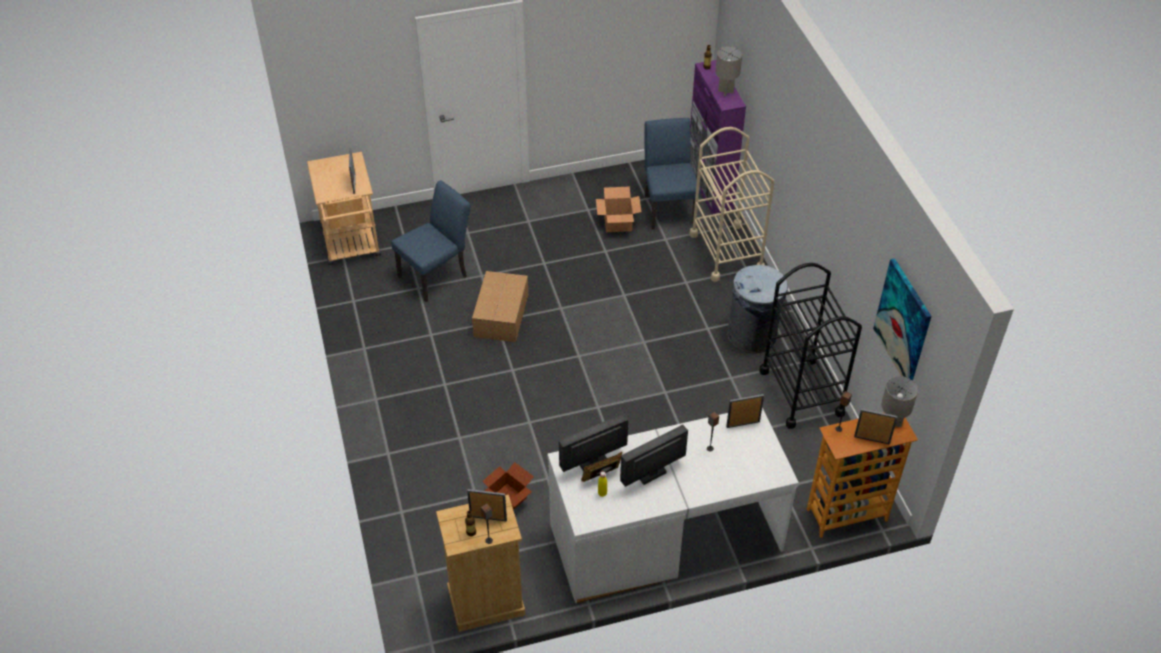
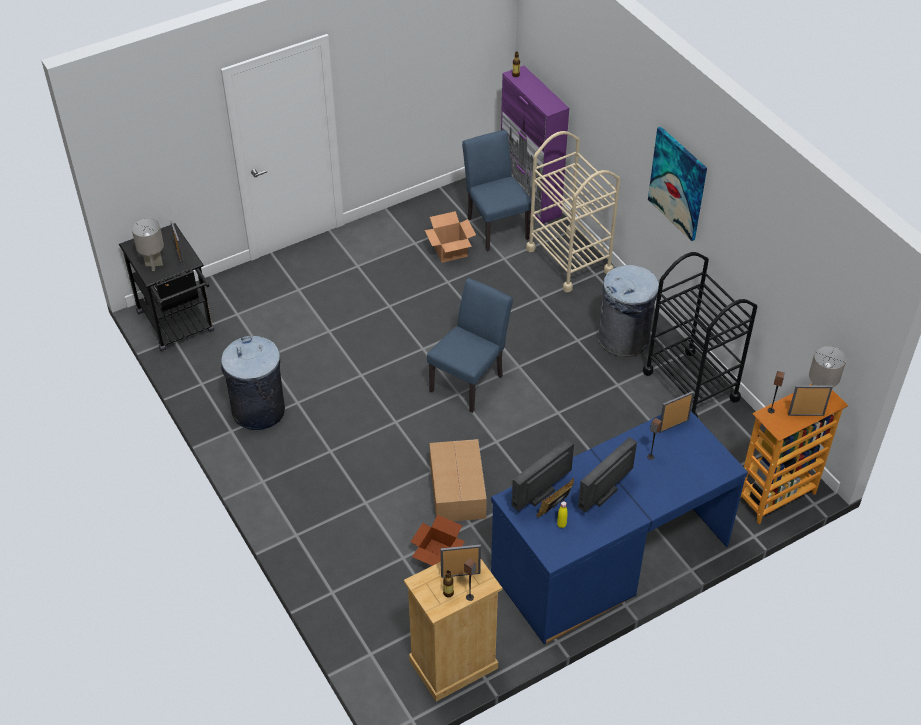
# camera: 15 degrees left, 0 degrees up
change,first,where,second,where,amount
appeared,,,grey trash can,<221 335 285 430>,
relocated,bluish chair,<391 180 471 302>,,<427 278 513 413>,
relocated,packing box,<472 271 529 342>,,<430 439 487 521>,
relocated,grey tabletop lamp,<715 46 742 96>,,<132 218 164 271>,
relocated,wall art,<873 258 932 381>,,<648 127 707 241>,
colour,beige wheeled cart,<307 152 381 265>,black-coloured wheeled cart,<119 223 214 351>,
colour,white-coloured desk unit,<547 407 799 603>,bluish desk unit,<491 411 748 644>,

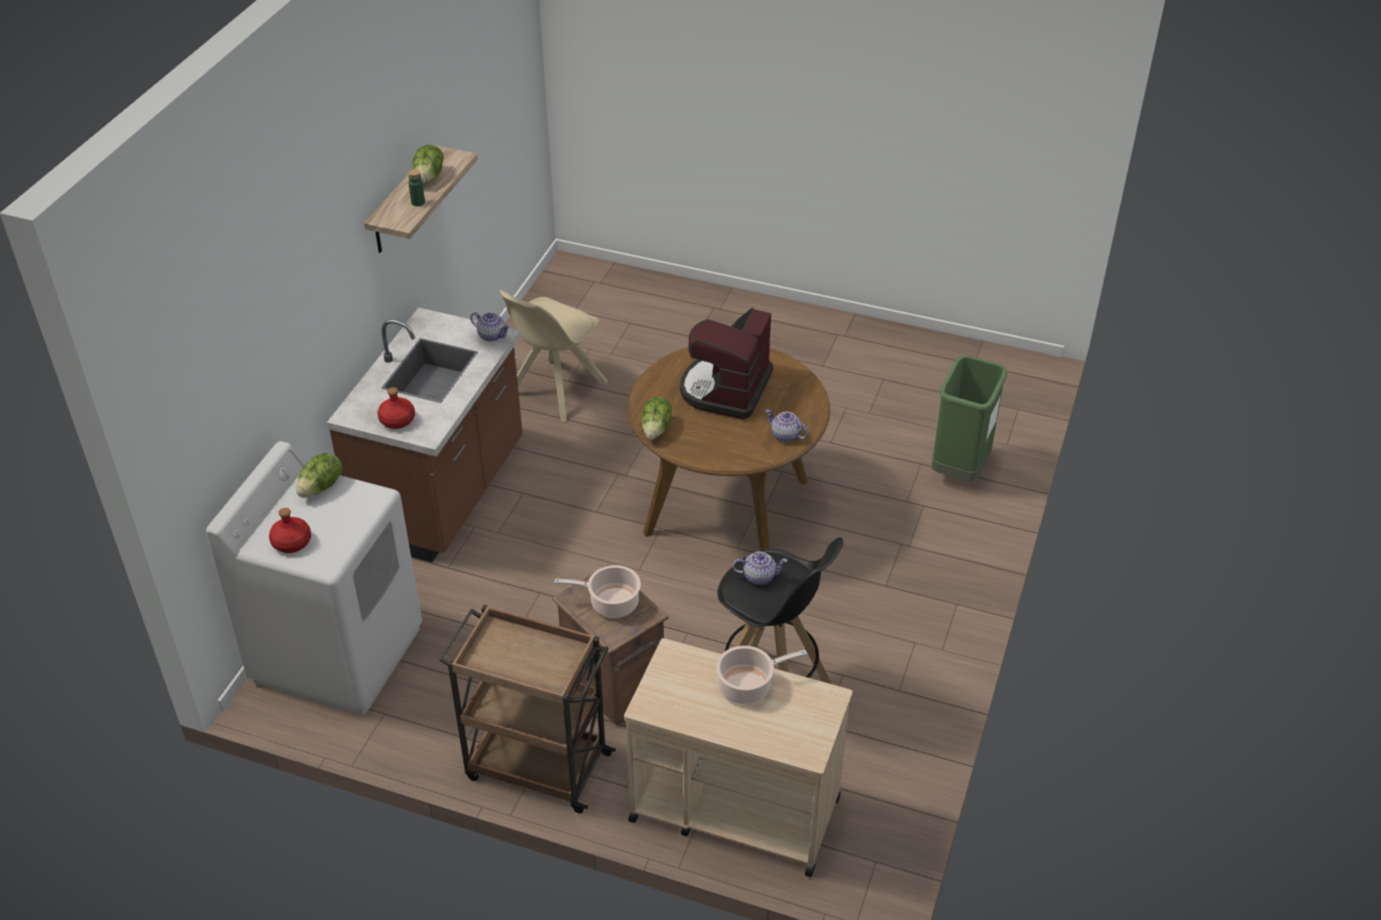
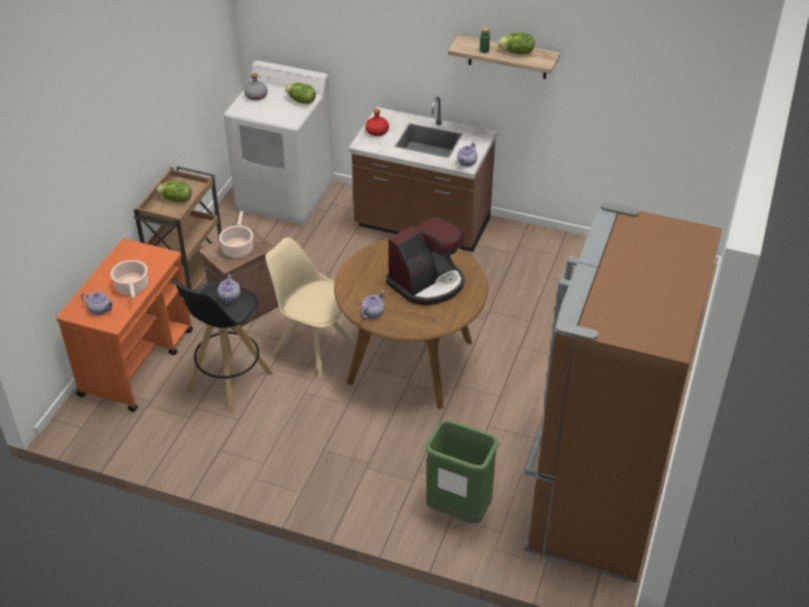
# camera: 90 degrees right, 0 degrees up
change,first,where,second,where,amount
appeared,,,pot for tea,<81 292 114 315>,
appeared,,,brown-coloured refrigerator,<523 202 722 583>,
relocated,beige chair,<500 290 607 422>,,<265 238 356 378>,
relocated,lettuce,<641 397 672 440>,,<156 181 192 202>,
colour,red-coloured beverage bottle,<269 508 311 553>,grey beverage bottle,<244 73 268 100>,
colour,beige wheeled cart,<624 638 853 877>,orange-coloured wheeled cart,<56 238 193 412>,
spun,coffee machine,<680 308 773 419>,,<386 217 465 305>,120 degrees clockwise

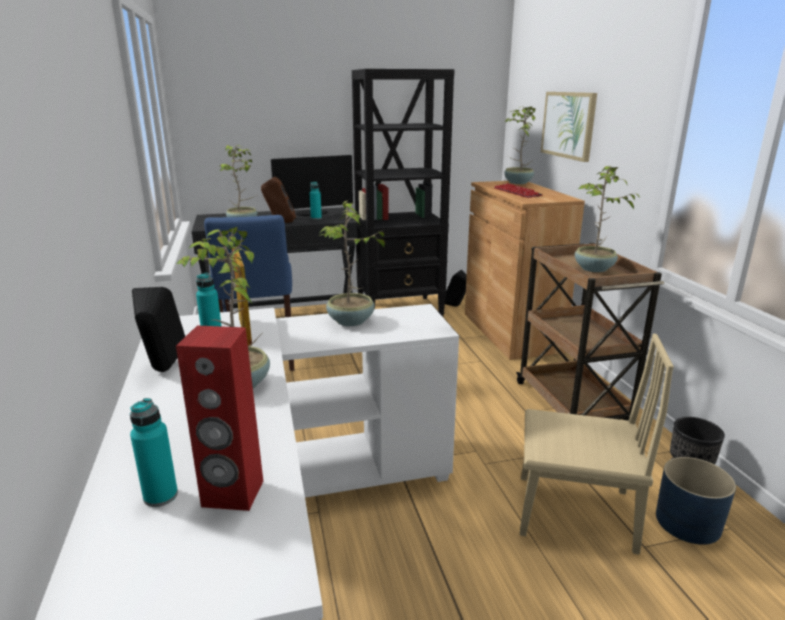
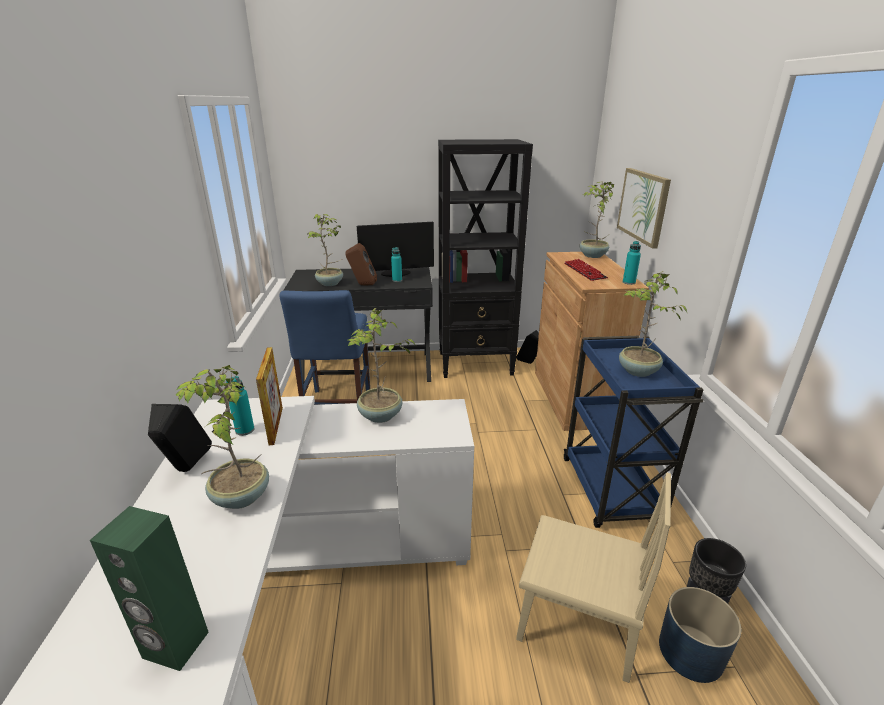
# camera: 10 degrees right, 5 degrees up
change,first,where,second,where,amount
relocated,turquoise-coloured beverage bottle,<130 398 178 507>,,<623 241 641 285>,
colour,red-coloured speaker,<176 325 263 511>,green-coloured speaker,<90 506 209 671>,
colour,brown-coloured wheeled cart,<516 243 664 420>,bluish wheeled cart,<564 336 704 528>,

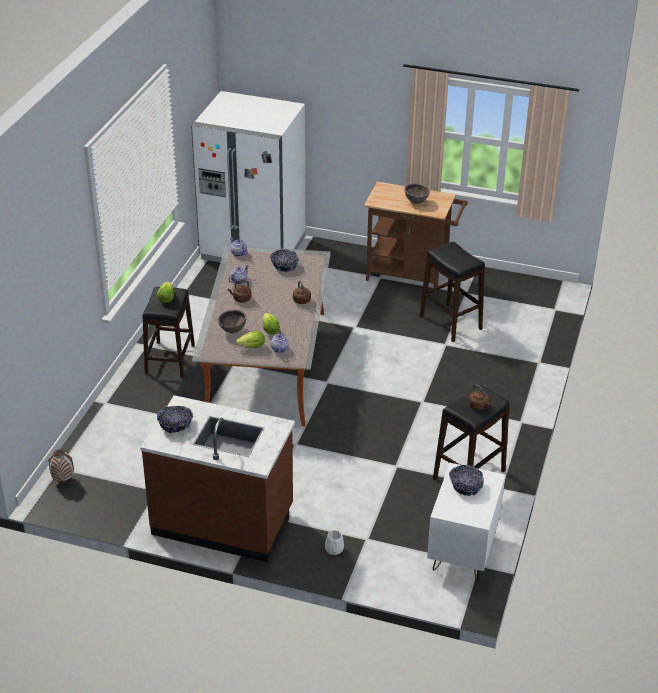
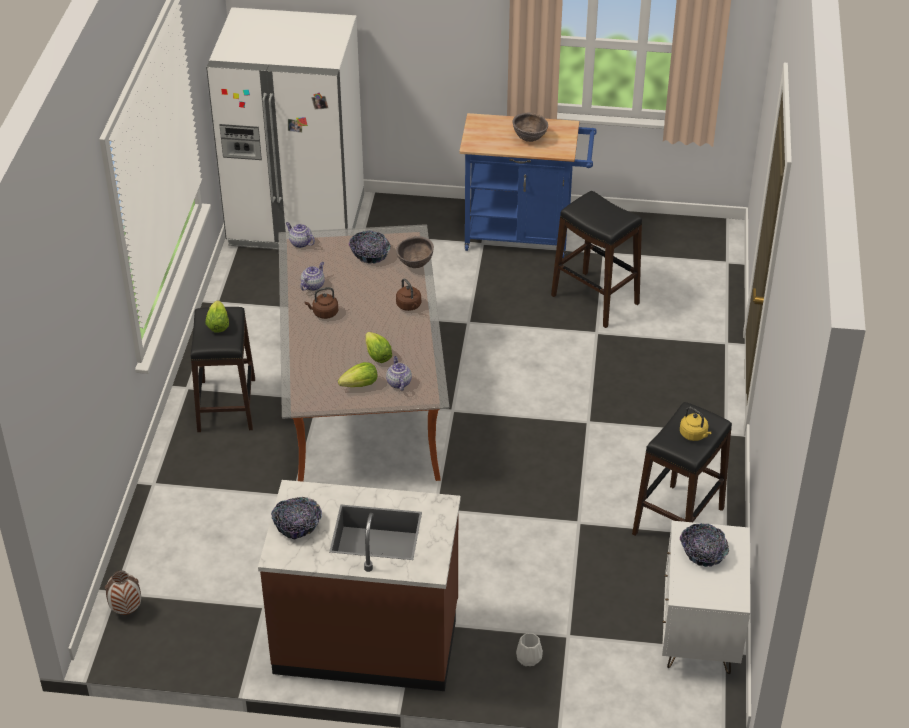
# camera: 10 degrees left, 5 degrees up
change,first,where,second,where,amount
relocated,brown-coloured bowl,<218 309 246 333>,,<396 236 434 268>,
colour,brown-coloured wheeled cart,<364 182 468 293>,bluish wheeled cart,<459 113 597 258>,
colour,brown-coloured water kettle,<468 384 490 410>,yellow water kettle,<680 407 712 441>,

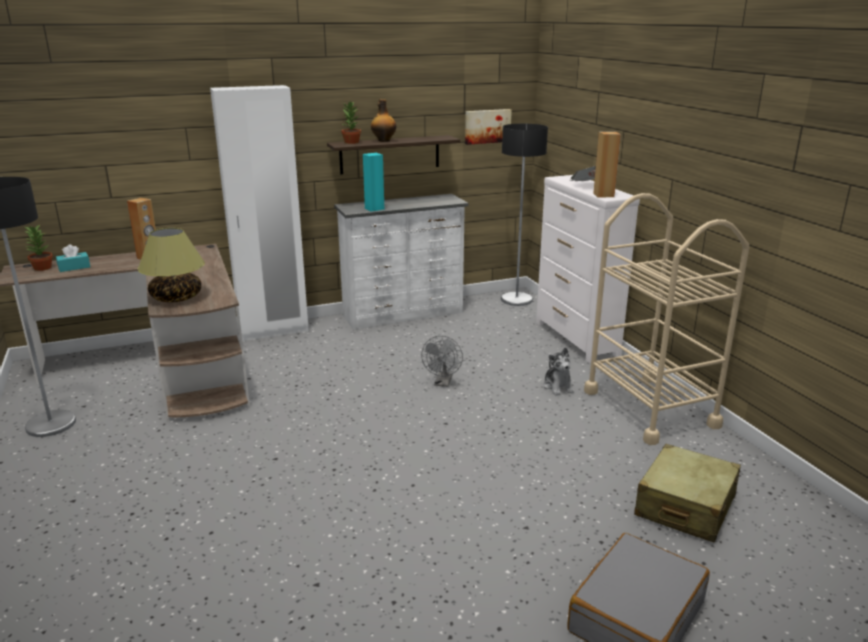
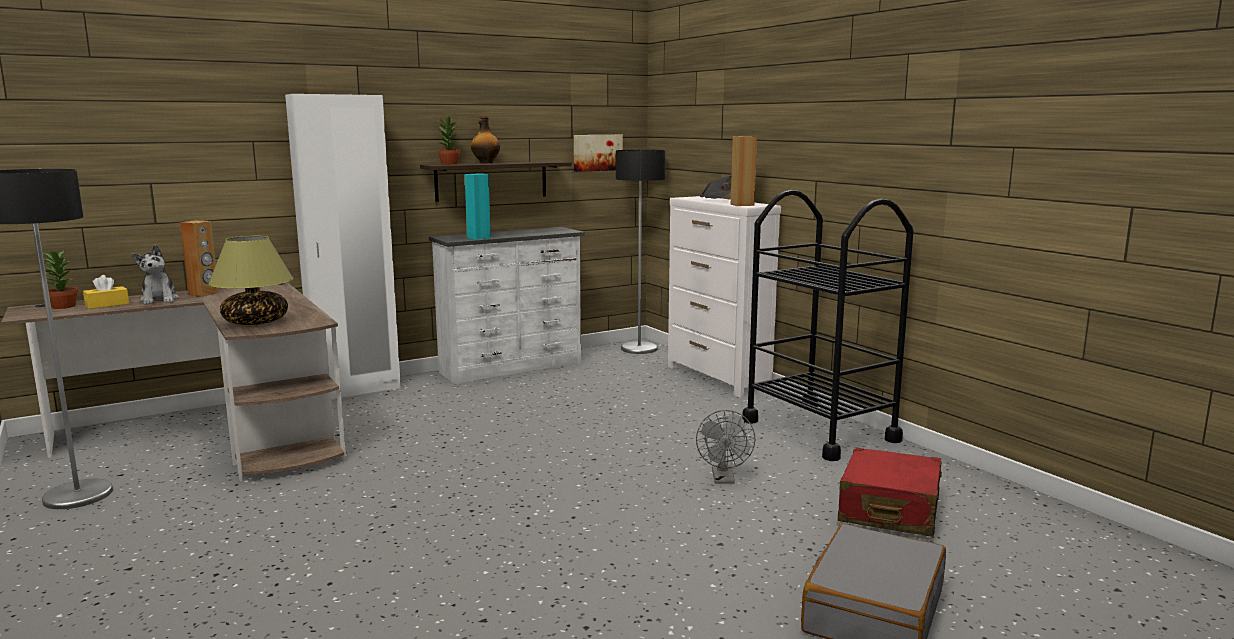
# camera: 10 degrees left, 10 degrees down
change,first,where,second,where,amount
relocated,grey electric fan,<421 336 463 387>,,<696 410 755 484>,
relocated,soft toy,<543 347 574 395>,,<132 245 179 304>,
colour,turquoise-coloured tissue box,<56 244 90 272>,yellow tissue box,<83 275 129 309>,
colour,beige wheeled cart,<584 193 750 445>,black-coloured wheeled cart,<742 190 913 461>,
colour,beige travel case,<634 444 741 542>,red-coloured travel case,<838 447 942 537>,

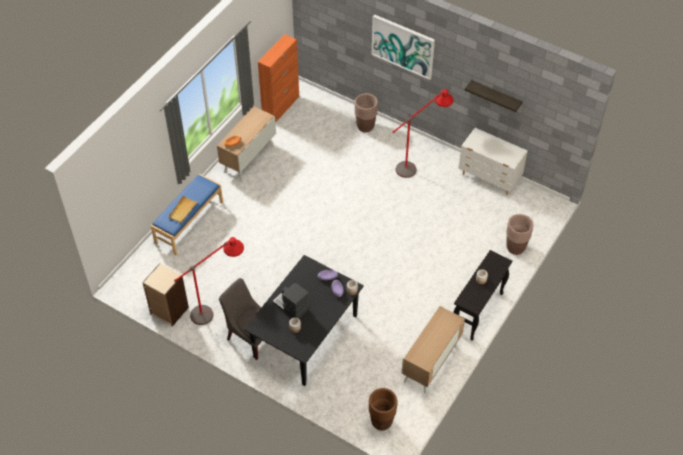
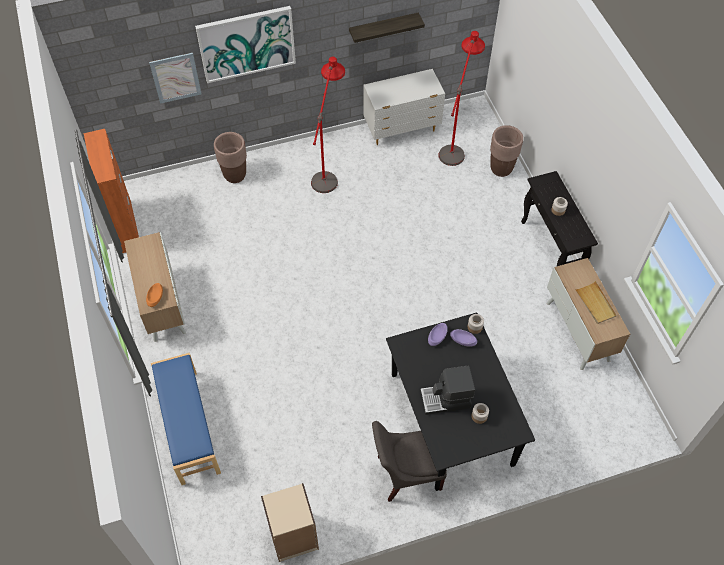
# camera: 50 degrees left, 5 degrees up
change,first,where,second,where,amount
missing,brown-coloured planter,<369 388 397 431>,,,
appeared,,,wall art,<149 53 202 104>,
relocated,beige tray,<169 195 197 223>,,<575 281 617 324>,
relocated,red-coloured floor lamp,<174 237 244 325>,,<438 31 485 166>,

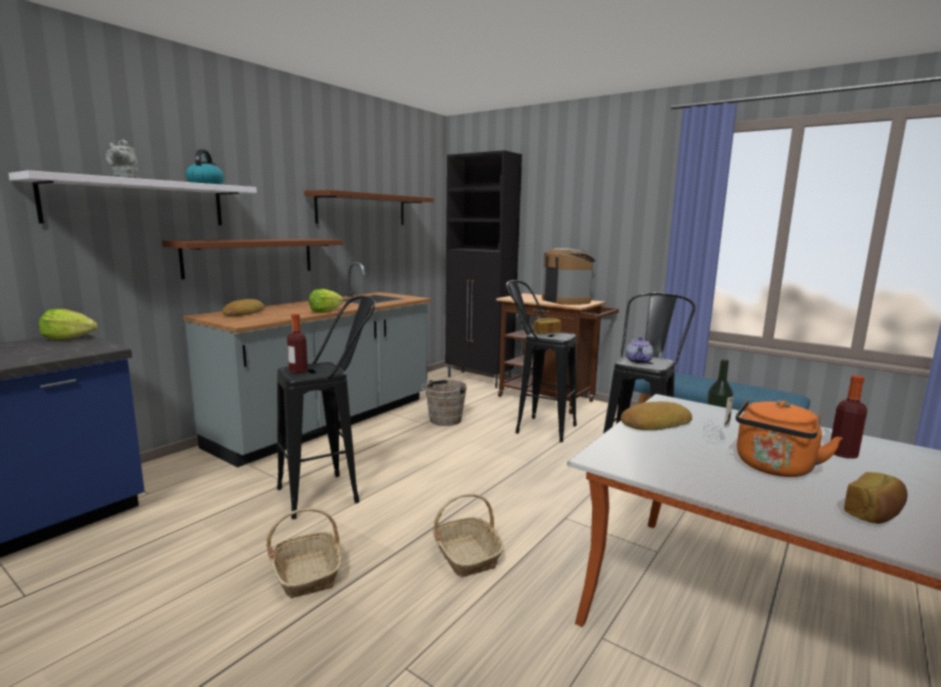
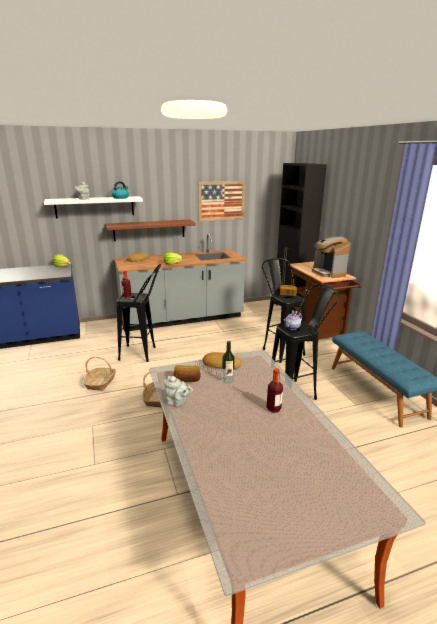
# camera: 35 degrees right, 10 degrees up
change,first,where,second,where,amount
missing,brown-coloured water bucket,<422 380 467 426>,,,
missing,orange-coloured water kettle,<736 399 842 477>,,,
appeared,,,grey pot for tea,<164 376 193 407>,
relocated,baked bread,<844 472 908 524>,,<173 365 201 382>,
exchanged,brown-coloured wall shelf,<304 190 434 225>,wall art,<198 181 245 222>,
spun,coffee machine,<542 248 595 305>,,<312 237 351 278>,150 degrees clockwise

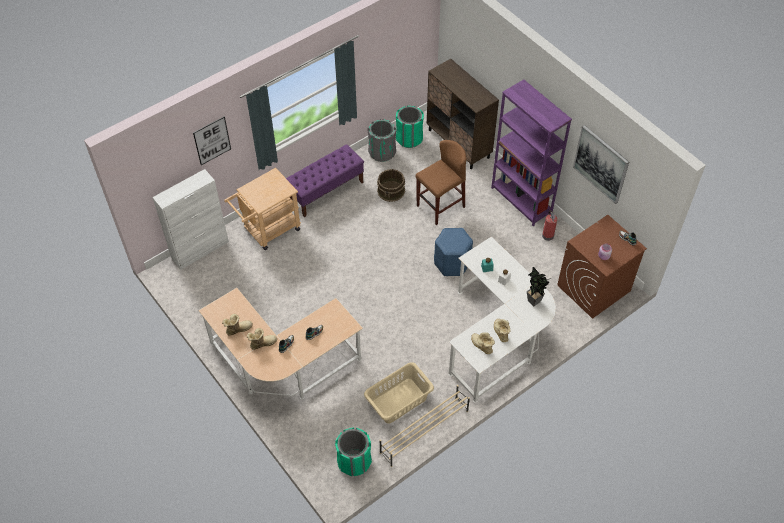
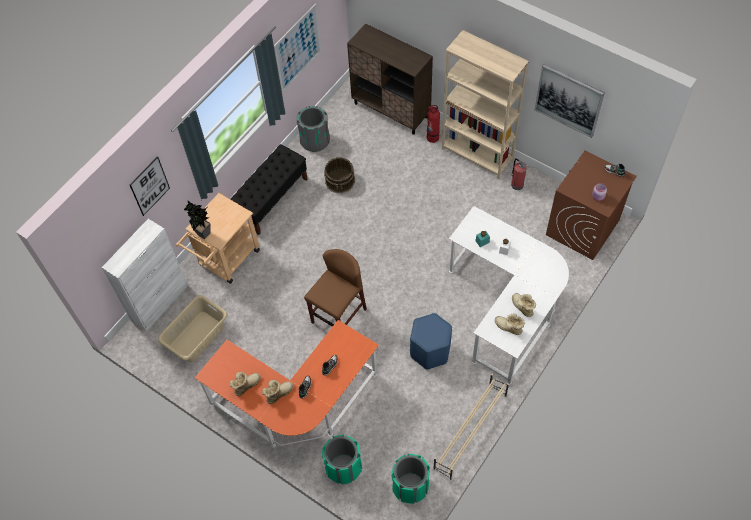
# camera: 15 degrees left, 5 degrees up
change,first,where,second,where,amount
appeared,,,wall art,<274 4 321 93>,
appeared,,,fire-fighting cylinder,<427 105 440 143>,
relocated,beige hamper,<364 362 434 424>,,<158 295 228 362>,
relocated,green-coloured trash can,<396 106 424 148>,,<322 435 362 484>,
relocated,brown-coloured stool,<416 140 466 225>,,<304 249 367 327>,
relocated,bluish stool,<434 228 473 276>,,<410 313 452 369>,
relocated,potted plant,<527 267 551 306>,,<184 200 210 239>,
colour,beige desk unit,<198 288 363 400>,orange-coloured desk unit,<195 320 379 448>,
colour,purple bench,<286 144 364 217>,black-coloured bench,<230 144 308 235>,
colour,purple bookcase,<491 80 572 226>,beige bookcase,<442 30 529 179>,

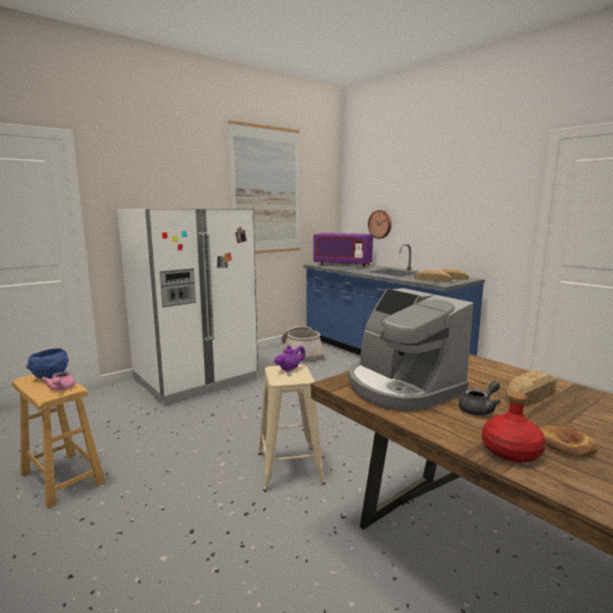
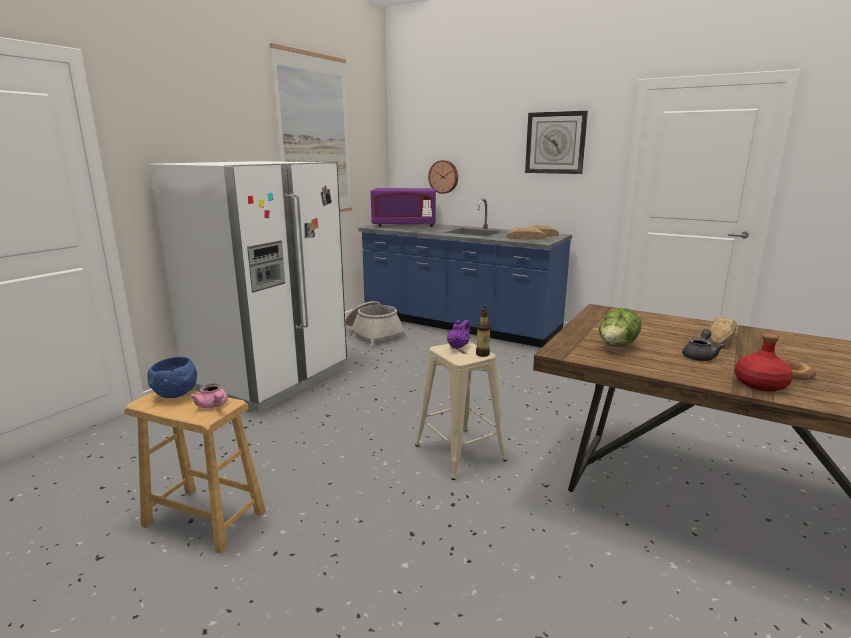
# camera: 20 degrees left, 5 degrees up
change,first,where,second,where,amount
appeared,,,beverage bottle,<476 307 490 357>,
appeared,,,clock on the wall,<525 111 588 174>,
exchanged,coffee machine,<348 288 473 411>,lettuce,<599 308 642 346>,

